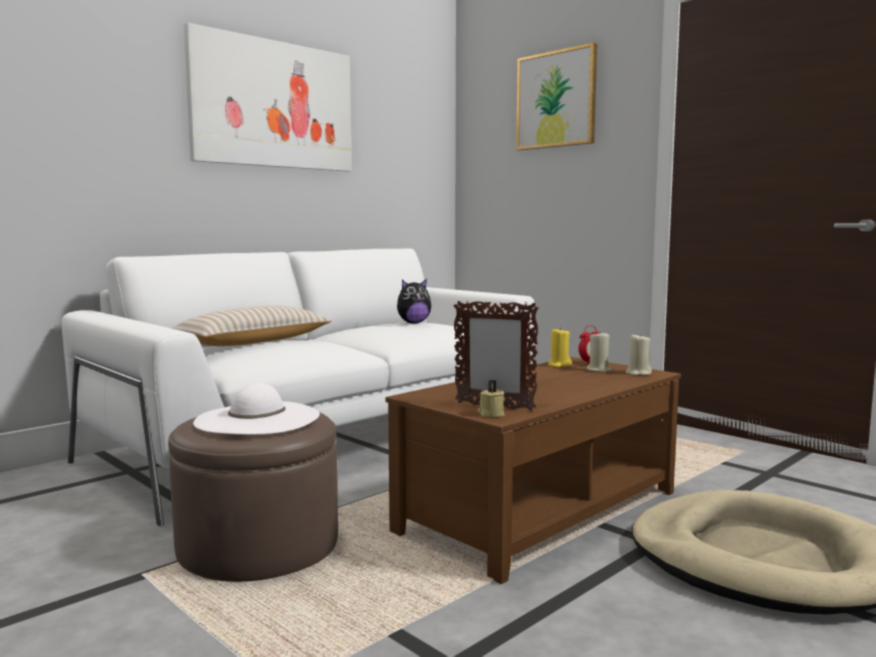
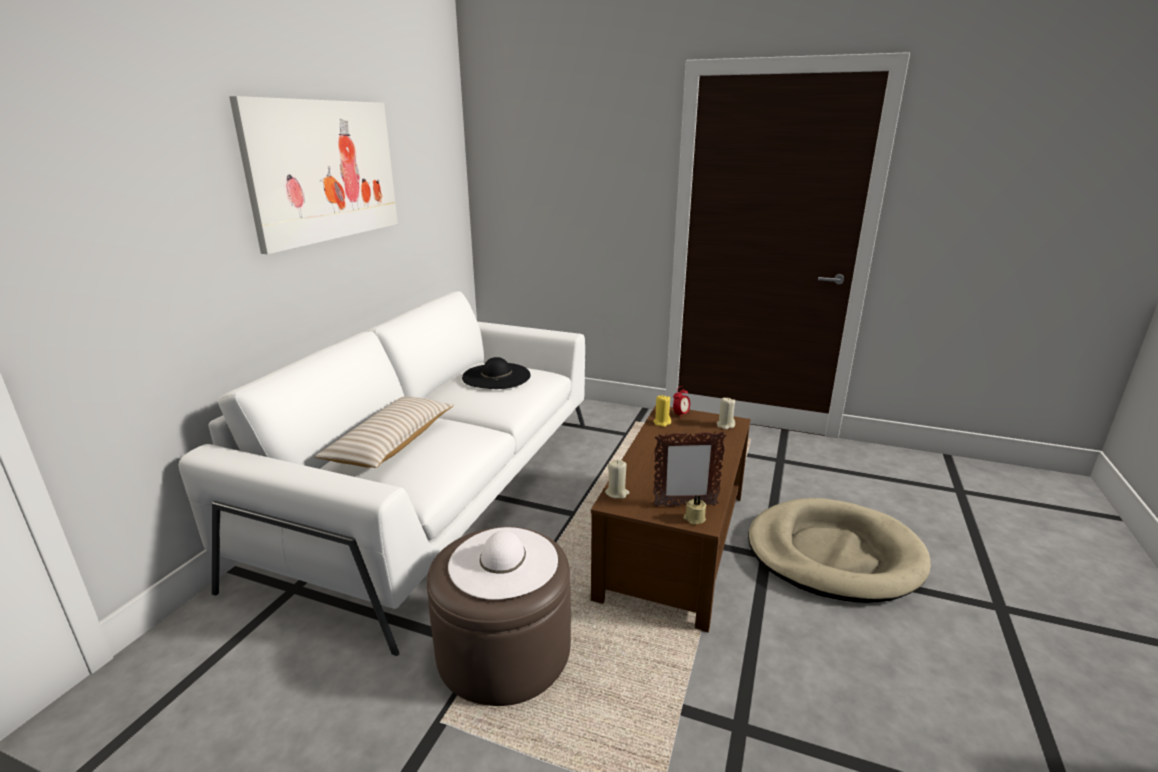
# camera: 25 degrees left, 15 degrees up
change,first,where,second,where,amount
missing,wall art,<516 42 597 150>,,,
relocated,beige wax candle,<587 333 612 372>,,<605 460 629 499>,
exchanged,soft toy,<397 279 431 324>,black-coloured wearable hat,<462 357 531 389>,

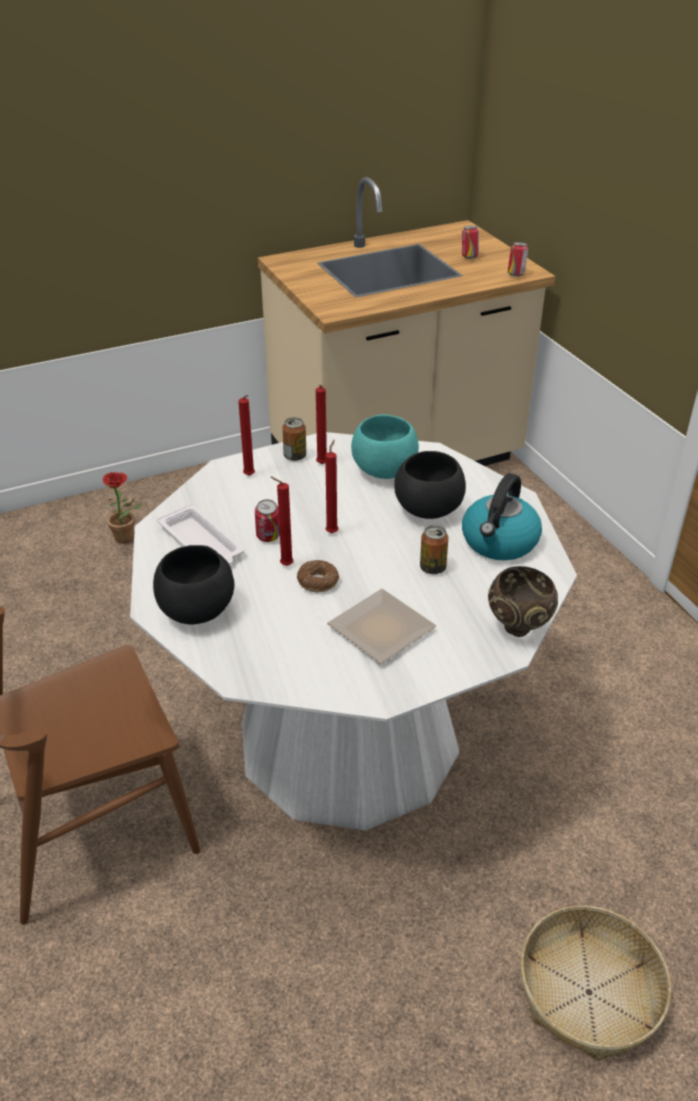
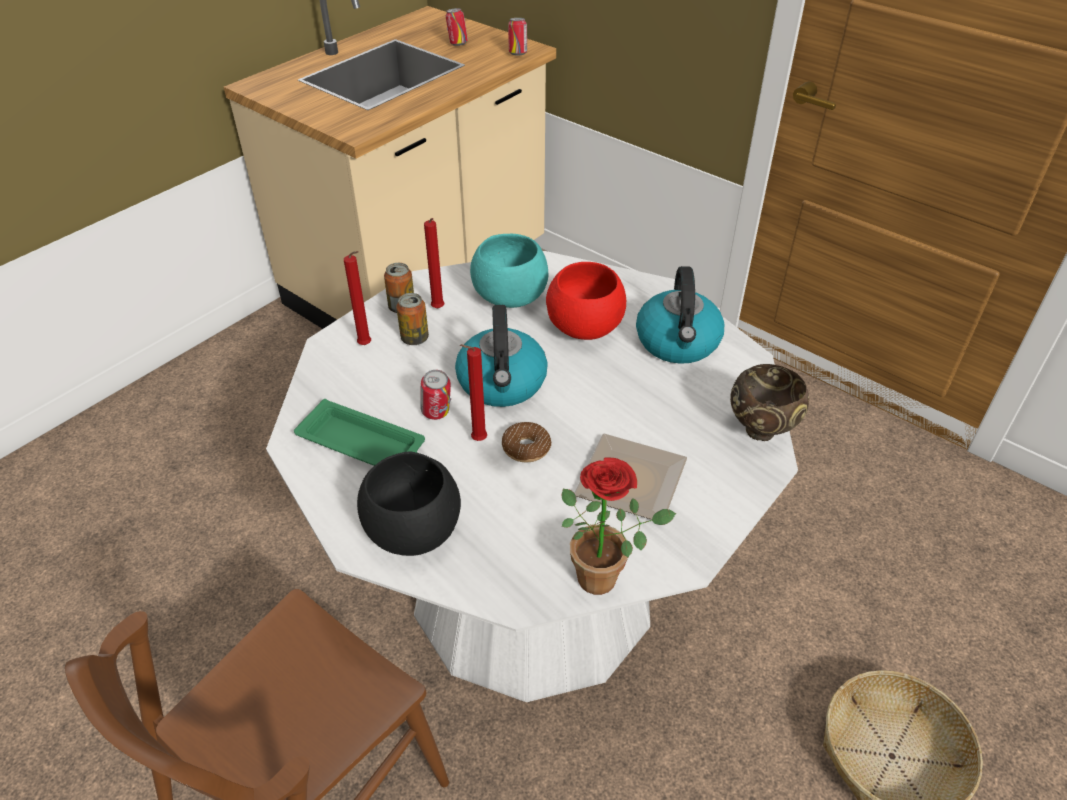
# camera: 25 degrees left, 5 degrees up
change,first,where,second,where,amount
relocated,potted plant,<100 472 143 544>,,<562 458 676 595>,
relocated,can,<420 525 448 574>,,<396 293 429 345>,
exchanged,red-coloured wax candle,<325 440 338 533>,water kettle,<455 305 548 407>,
colour,white-coloured tray,<157 503 244 564>,green-coloured tray,<294 399 425 466>,
colour,black-coloured bowl,<394 451 466 519>,red-coloured bowl,<546 262 626 340>,

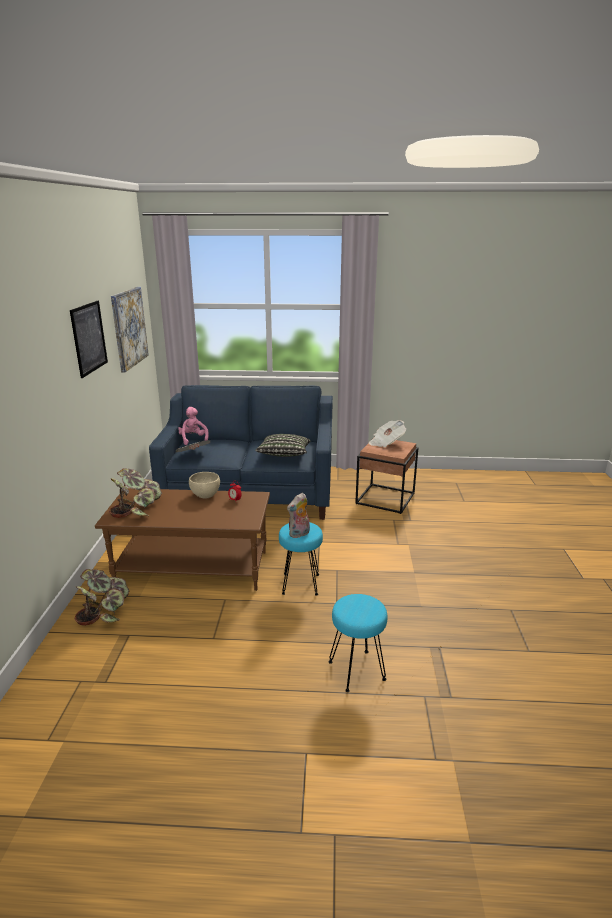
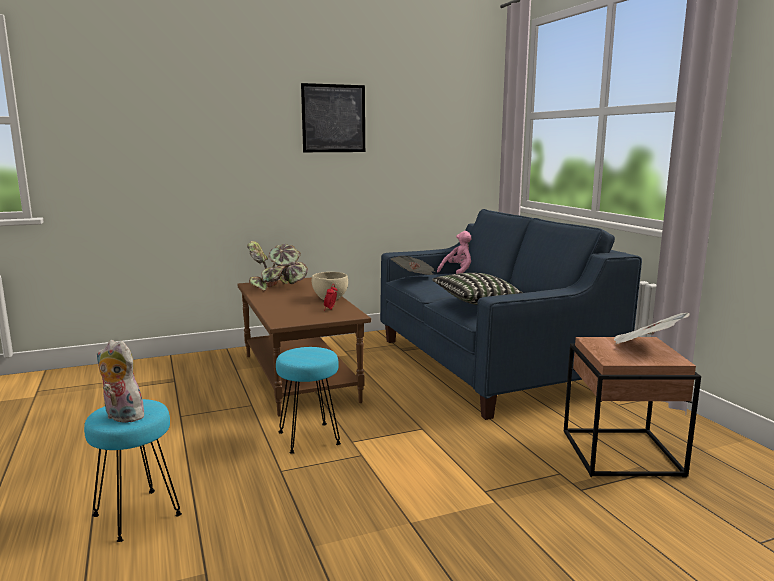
# camera: 65 degrees right, 10 degrees down
change,first,where,second,where,amount
missing,potted plant,<75 569 130 626>,,,
missing,wall art,<111 287 149 373>,,,
relocated,soft toy,<287 493 310 538>,,<97 340 148 423>,

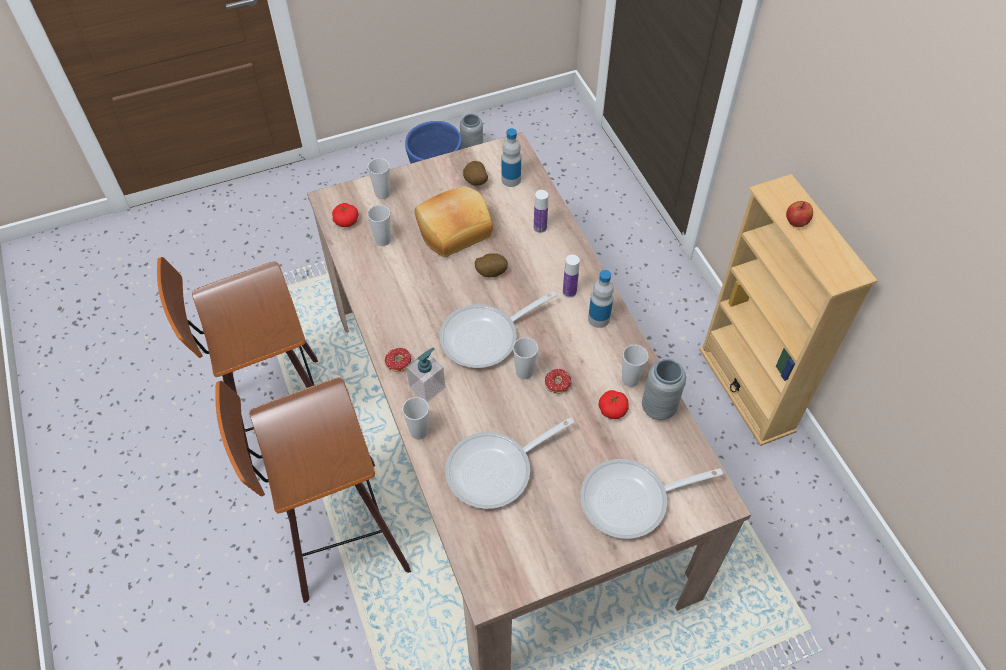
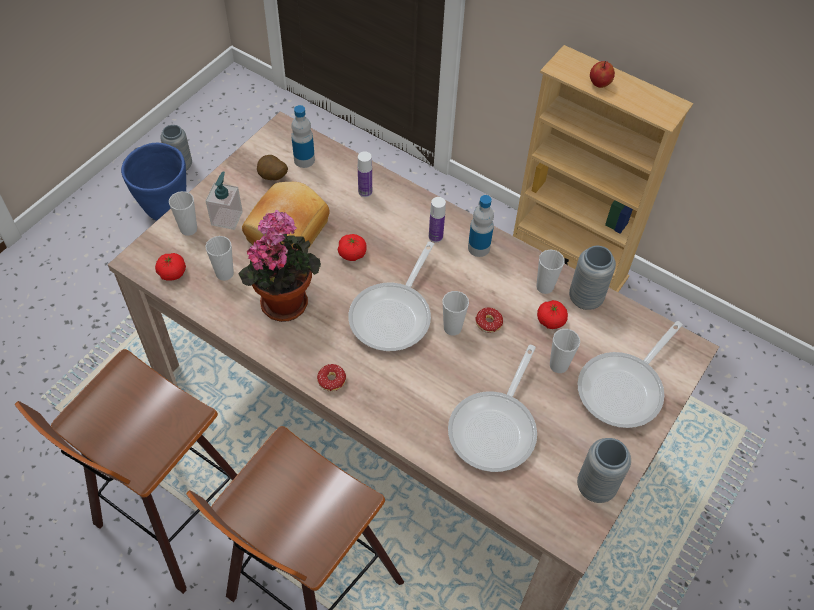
# camera: 35 degrees left, 0 degrees up
change,first,where,second,where,amount
appeared,,,potted plant,<238 210 321 322>,
appeared,,,grey vase,<577 438 631 503>,
relocated,drinking cup,<402 397 429 440>,,<550 329 580 373>,
relocated,liquid soap bottle,<406 348 445 402>,,<206 172 243 230>,
exchanged,spud,<475 253 508 277>,tomato,<338 234 367 261>,

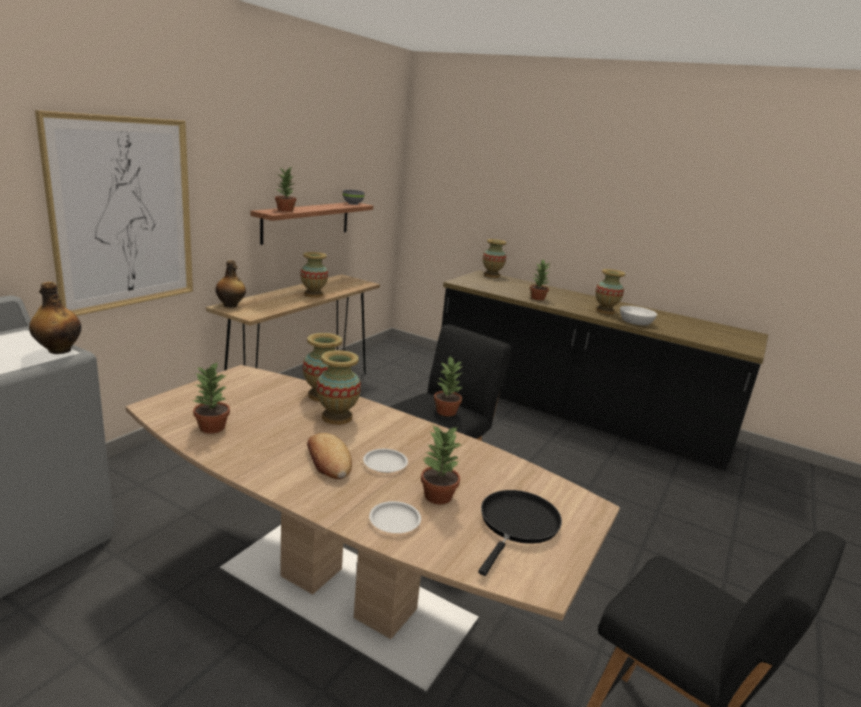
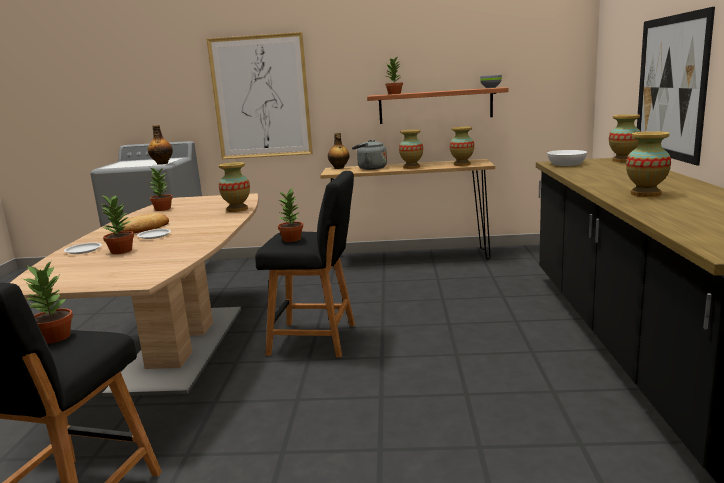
# camera: 65 degrees right, 5 degrees down
change,first,where,second,where,amount
missing,black-coloured frying pan,<478 490 562 576>,,,
appeared,,,grey water kettle,<352 140 387 170>,
appeared,,,wall art,<637 7 715 166>,
relocated,vase,<316 350 361 425>,,<450 127 474 166>,
relocated,potted plant,<530 260 551 301>,,<22 259 73 344>,
relocated,white-coloured bowl,<620 306 657 325>,,<547 150 587 166>,

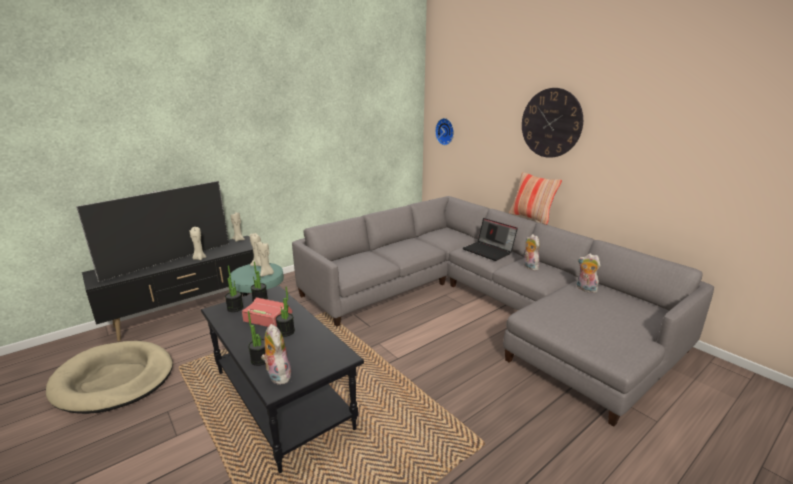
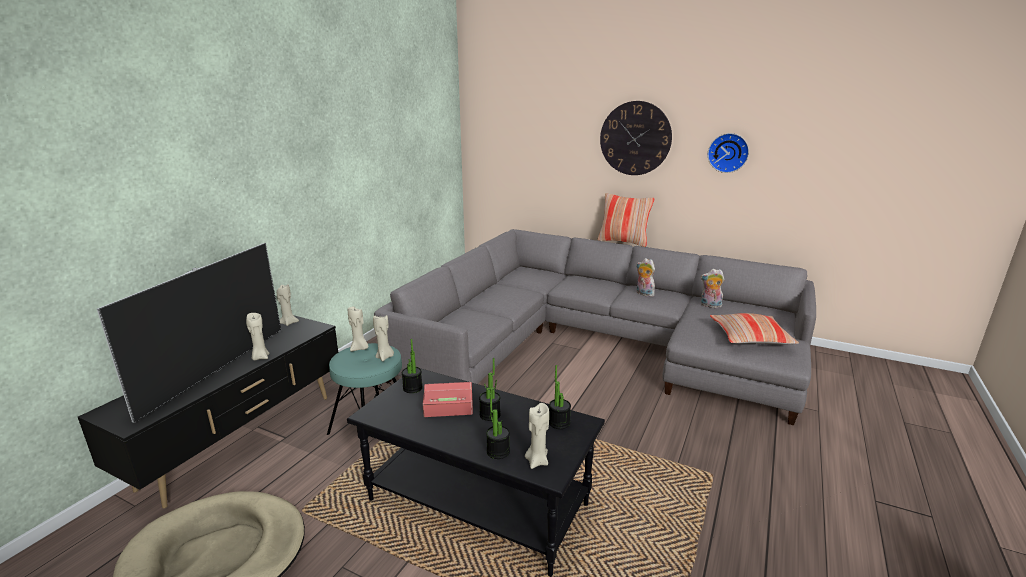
# camera: 25 degrees left, 0 degrees up
change,first,where,second,where,amount
missing,notebook computer,<463 218 518 261>,,,
appeared,,,throw pillow,<710 313 799 344>,
relocated,potted plant,<225 265 243 312>,,<549 365 571 429>,
relocated,clock on the wall,<435 118 454 145>,,<708 133 749 173>,
exchanged,soft toy,<261 324 291 384>,beige wax candle,<525 403 549 469>,

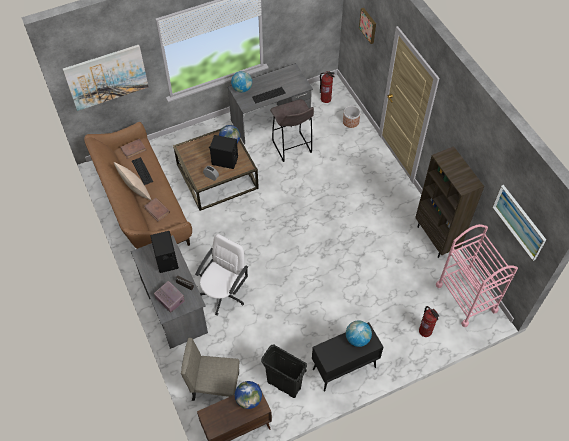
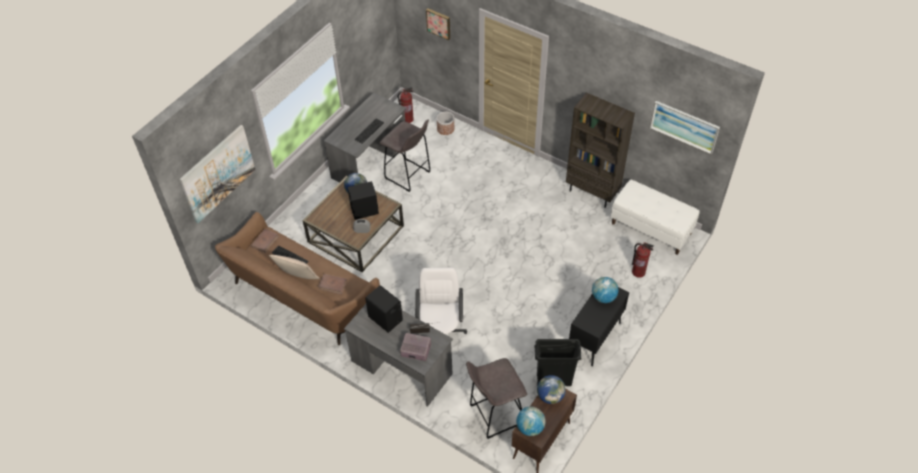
# camera: 30 degrees left, 5 degrees down
change,first,where,second,where,amount
relocated,desk globe,<231 71 252 93>,,<516 406 545 436>,
exchanged,beige chair,<181 338 239 401>,grey stool,<466 358 527 439>,
exchanged,pink-coloured wheeled cart,<436 224 518 327>,white-coloured bench,<611 179 700 255>,

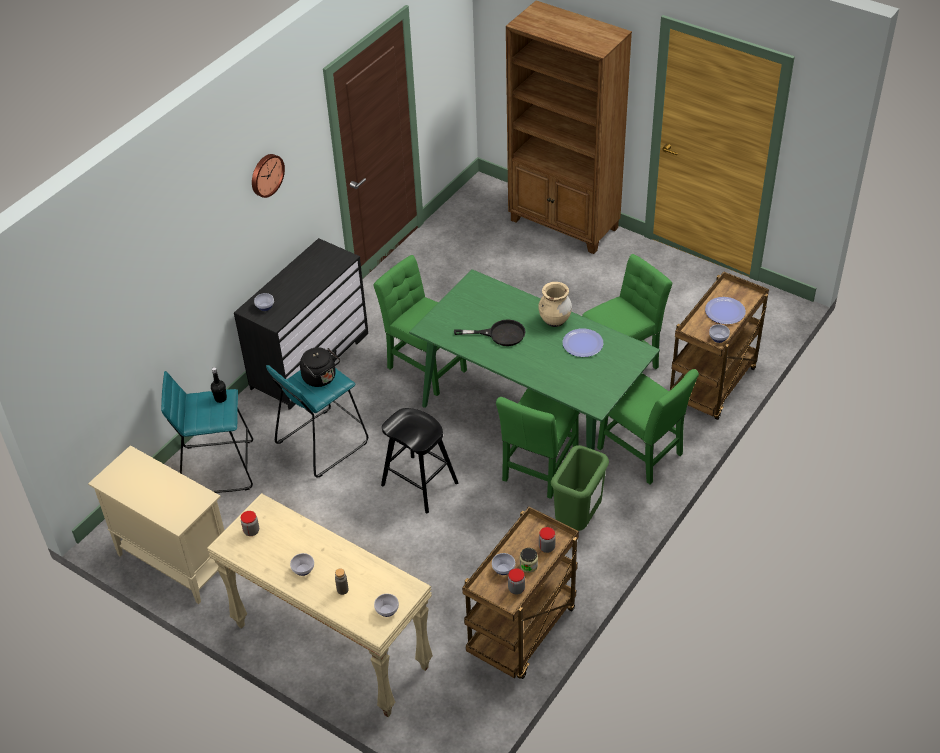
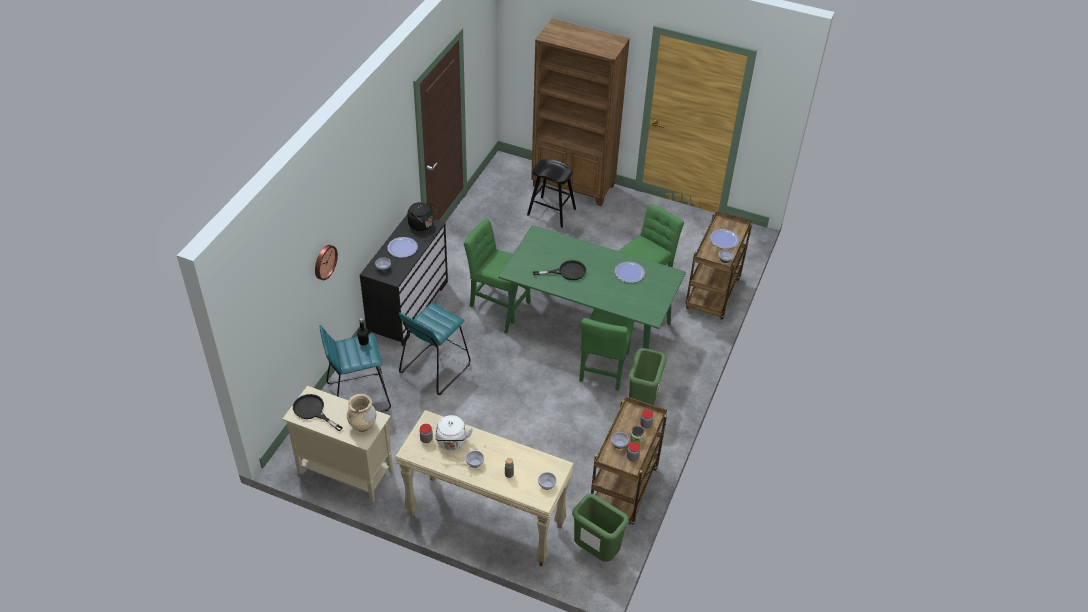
# camera: 15 degrees left, 0 degrees up
change,first,where,second,where,amount
missing,green-coloured chair,<597 369 699 485>,,,
appeared,,,black-coloured frying pan,<293 394 343 431>,
appeared,,,flat dish,<387 237 418 258>,
appeared,,,white-coloured water kettle,<435 415 473 450>,
appeared,,,green-coloured trash can,<572 494 629 562>,
relocated,clock on the wall,<252 154 285 198>,,<315 245 338 280>,
relocated,black-coloured water kettle,<300 347 340 387>,,<407 202 437 231>,
relocated,black-coloured stool,<381 408 458 513>,,<527 159 576 227>,
relocated,beige vase,<538 282 572 327>,,<347 394 376 432>,

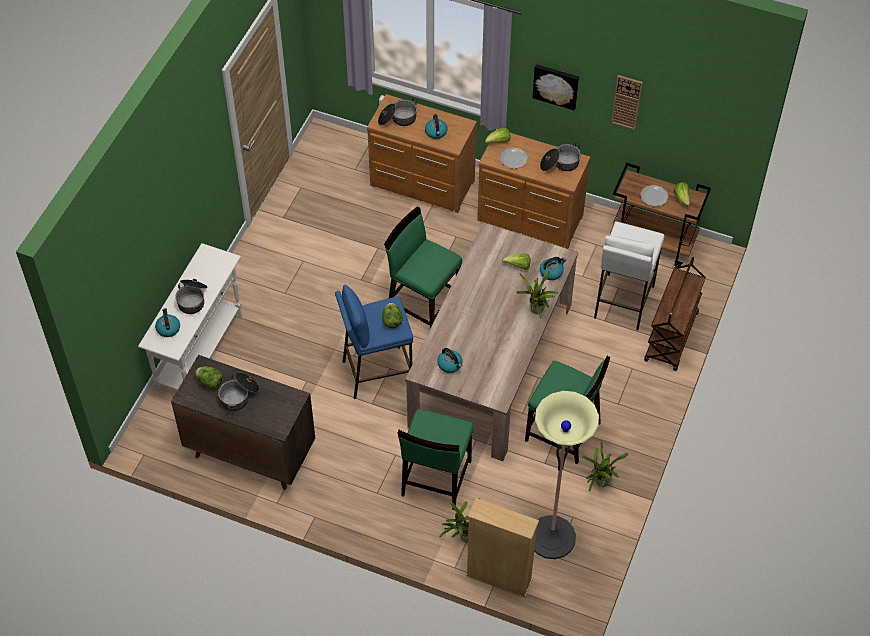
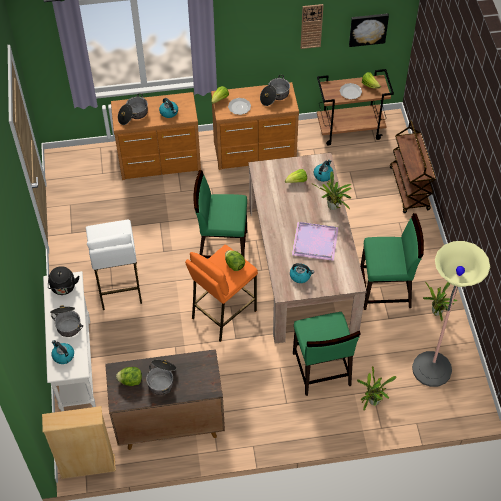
# camera: 30 degrees left, 0 degrees up
change,first,where,second,where,amount
appeared,,,black-coloured water kettle,<48 266 79 295>,
appeared,,,purple tray,<292 222 339 261>,
relocated,beige bookcase,<466 498 539 597>,,<42 406 116 479>,
relocated,wall art,<532 64 579 111>,,<349 13 389 47>,
relocated,white-coloured stool,<594 222 664 331>,,<86 220 142 310>,
colour,bluish stool,<335 285 413 399>,orange-coloured stool,<185 244 258 342>,

